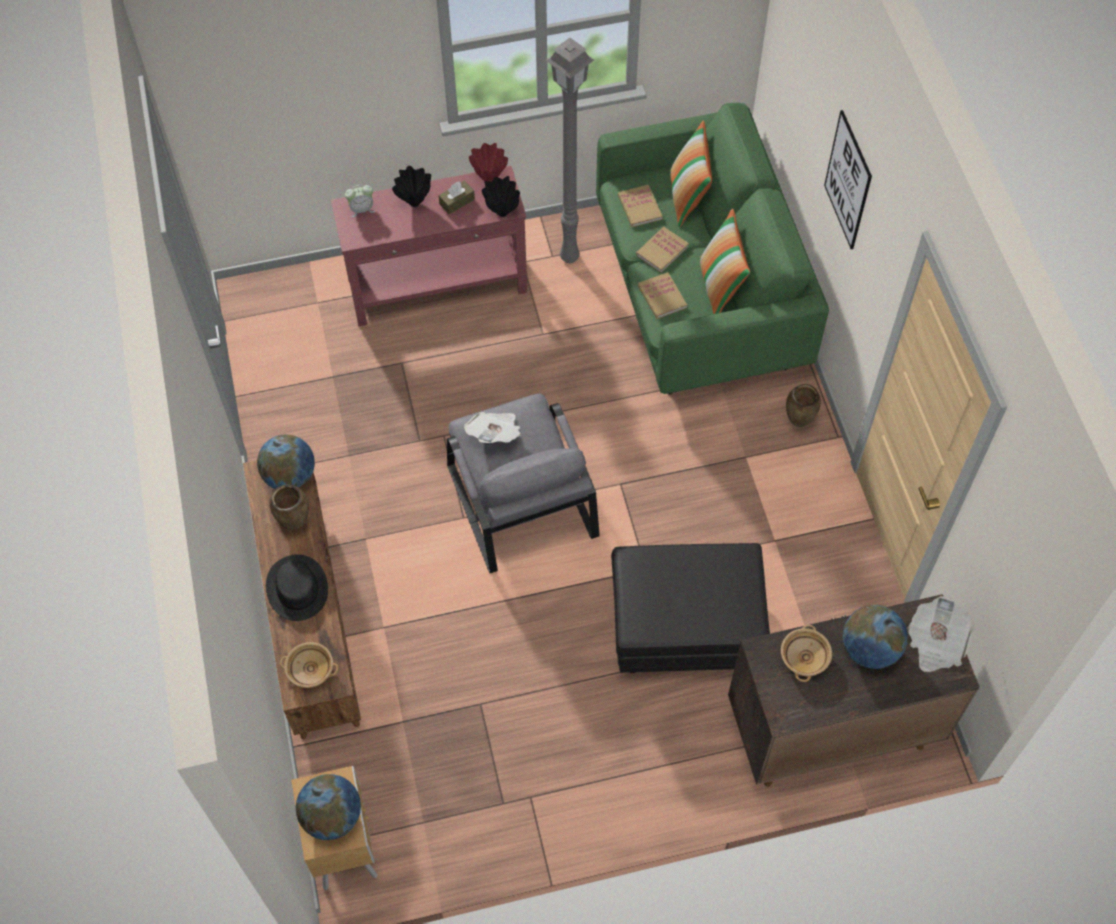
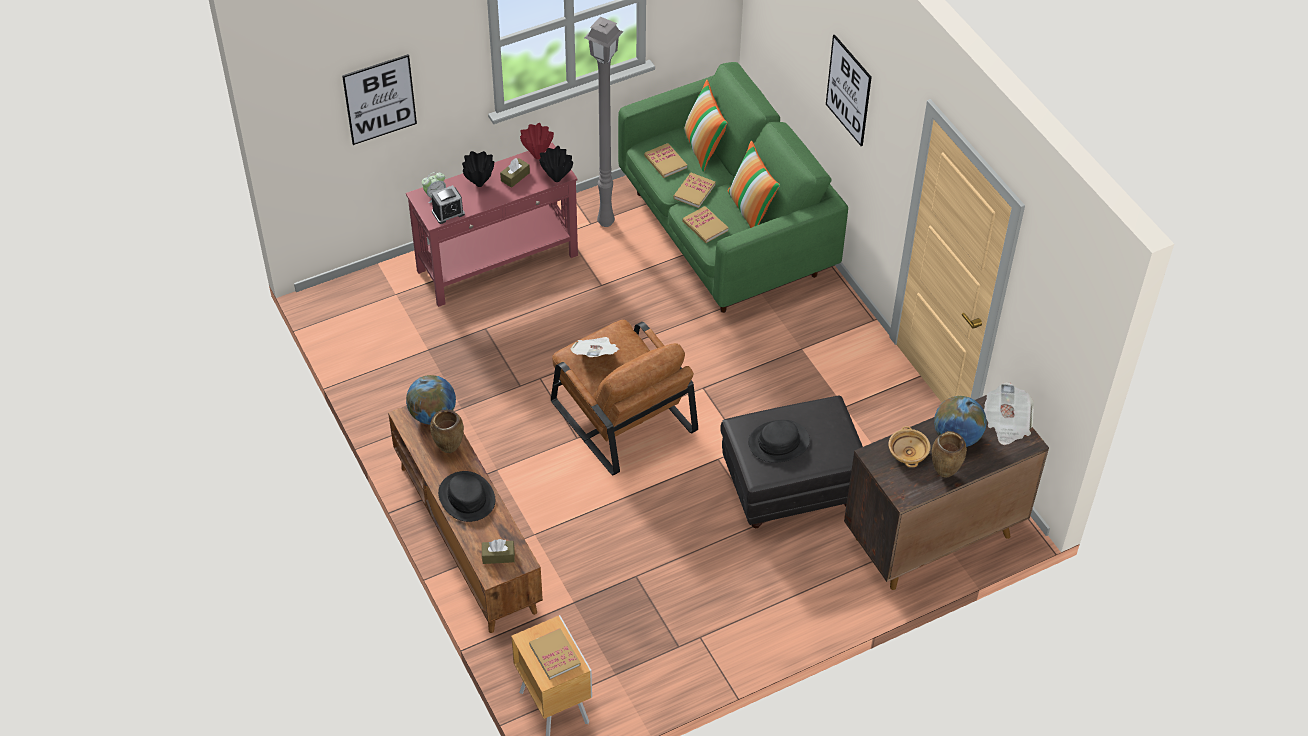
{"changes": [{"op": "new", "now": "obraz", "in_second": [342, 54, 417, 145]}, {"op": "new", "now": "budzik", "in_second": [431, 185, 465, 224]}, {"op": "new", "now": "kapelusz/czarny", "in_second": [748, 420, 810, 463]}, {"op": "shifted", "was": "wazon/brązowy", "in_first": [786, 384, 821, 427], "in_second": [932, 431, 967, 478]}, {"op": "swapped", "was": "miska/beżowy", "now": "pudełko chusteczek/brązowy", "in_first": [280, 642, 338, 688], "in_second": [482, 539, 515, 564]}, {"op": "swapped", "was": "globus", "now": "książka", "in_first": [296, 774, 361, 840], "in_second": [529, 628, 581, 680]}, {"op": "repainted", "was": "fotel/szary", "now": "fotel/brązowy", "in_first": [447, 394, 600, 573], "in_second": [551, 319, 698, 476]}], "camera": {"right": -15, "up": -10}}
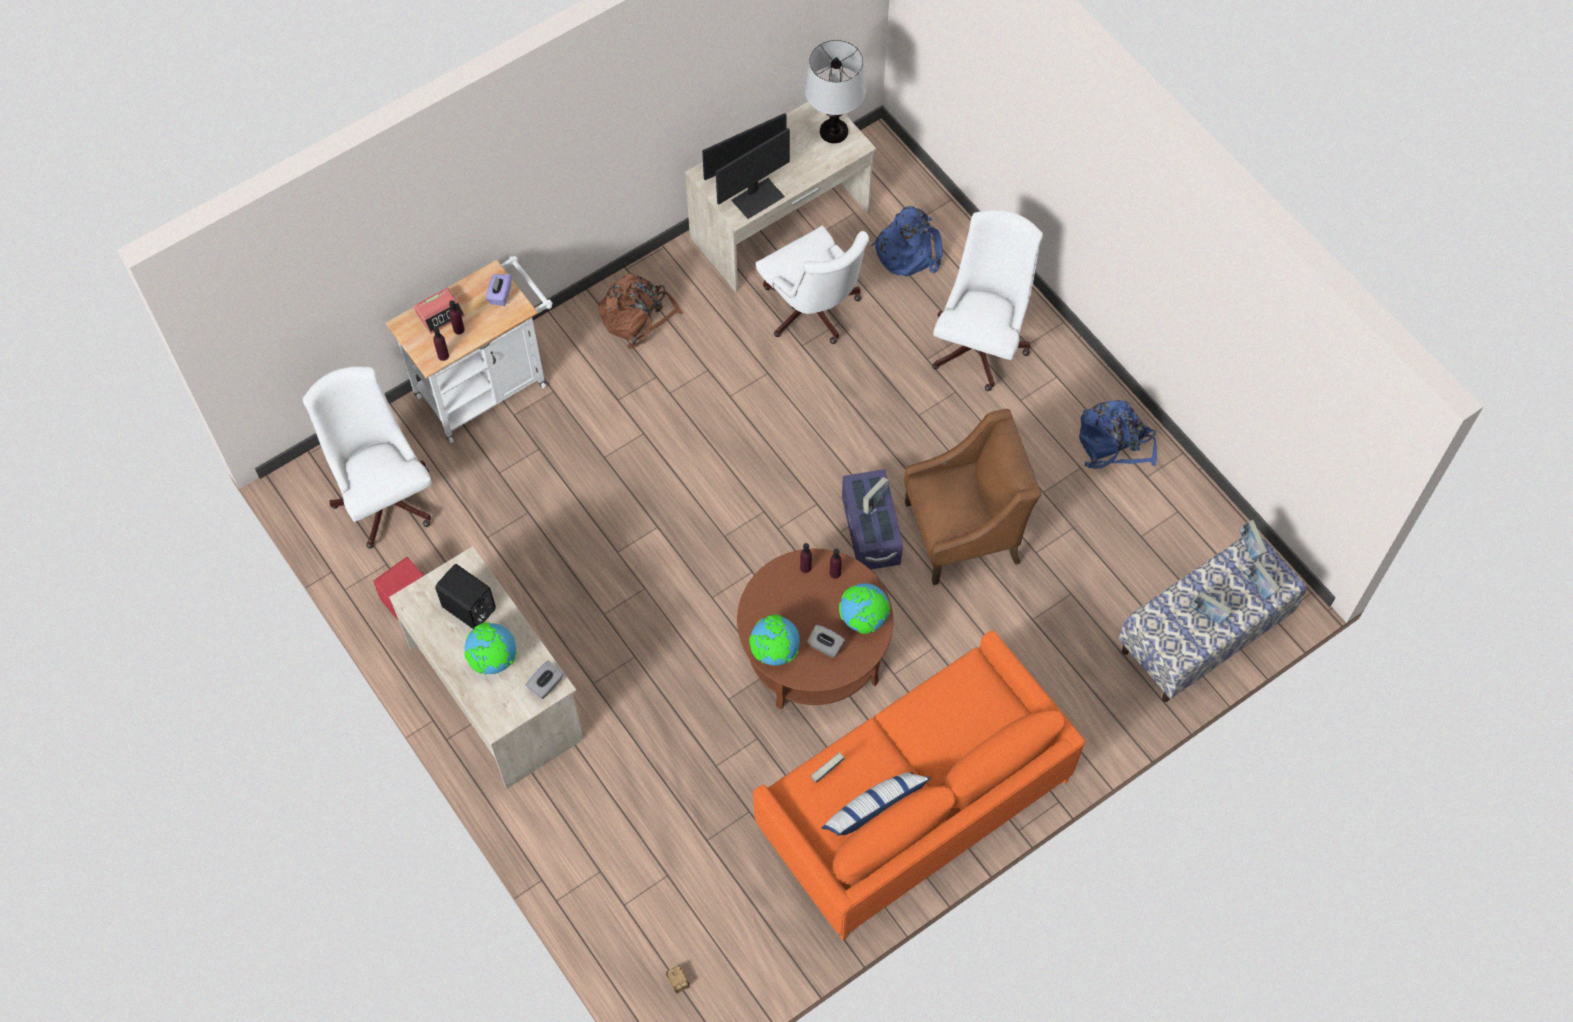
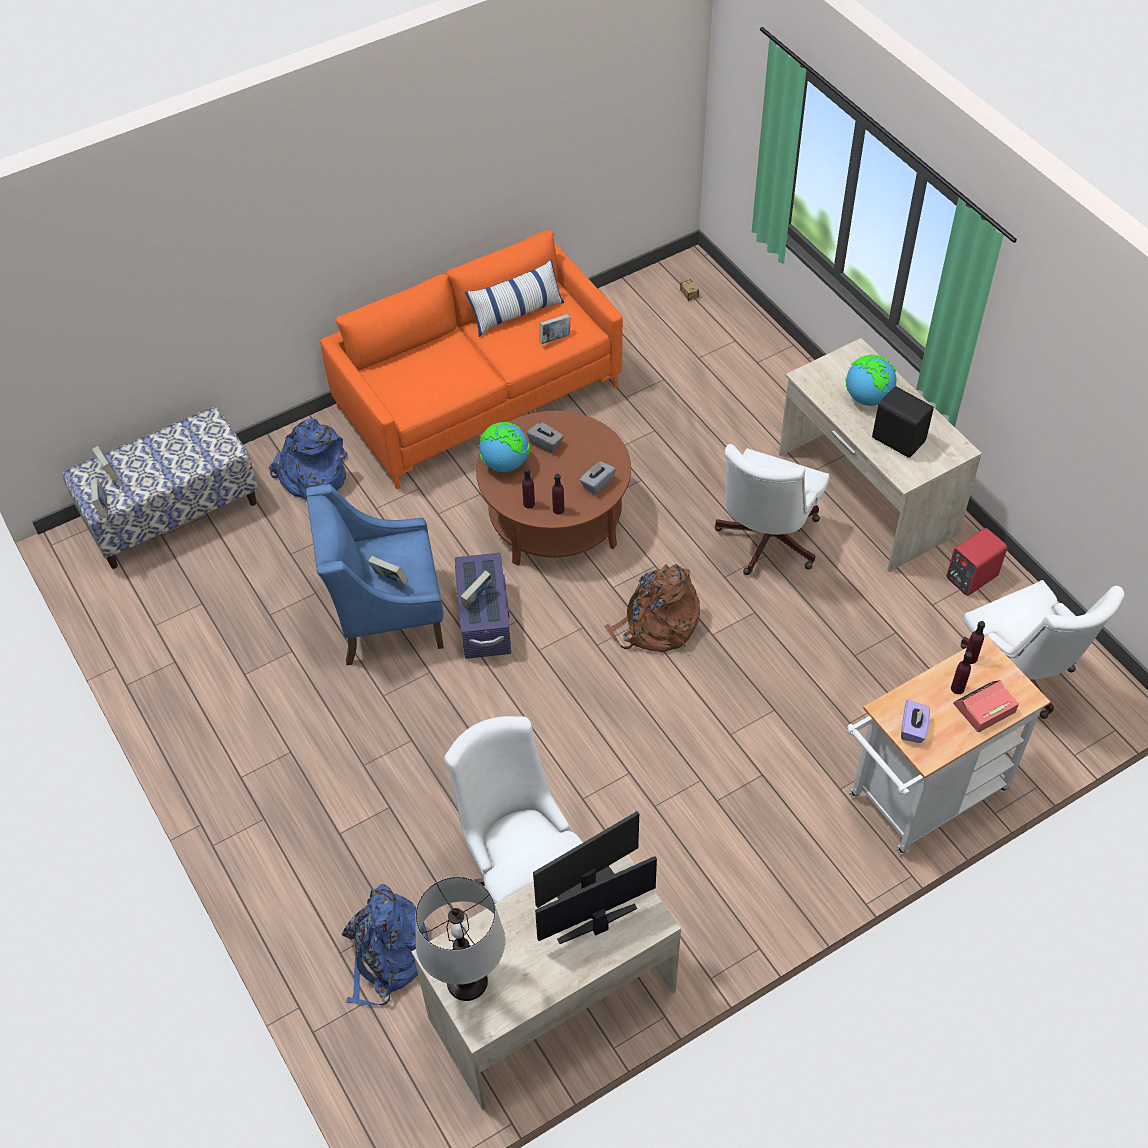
{"changes": [{"op": "gone", "was": "globus", "in_first": [749, 615, 800, 666]}, {"op": "shifted", "was": "pudełko chusteczek/szary", "in_first": [526, 660, 564, 699], "in_second": [580, 462, 616, 495]}, {"op": "shifted", "was": "plecak/brązowy", "in_first": [598, 273, 683, 349], "in_second": [605, 564, 700, 653]}, {"op": "shifted", "was": "krzesło biurowe/biały", "in_first": [932, 210, 1043, 391], "in_second": [715, 444, 830, 575]}, {"op": "shifted", "was": "plecak/niebieski", "in_first": [1079, 400, 1157, 469], "in_second": [268, 418, 347, 499]}, {"op": "shifted", "was": "książka", "in_first": [1190, 591, 1232, 625], "in_second": [368, 556, 408, 585]}, {"op": "repainted", "was": "fotel/brązowy", "now": "fotel/niebieski", "in_first": [904, 409, 1041, 585], "in_second": [306, 484, 444, 665]}], "camera": {"right": -175, "up": -10}}
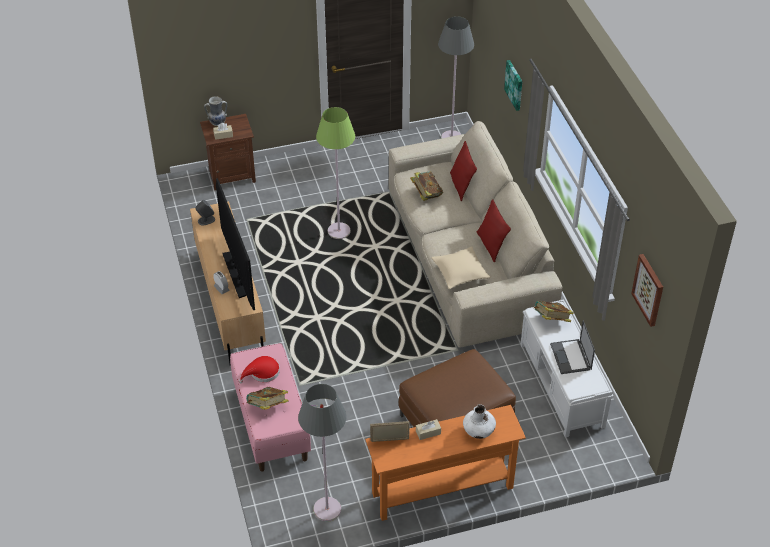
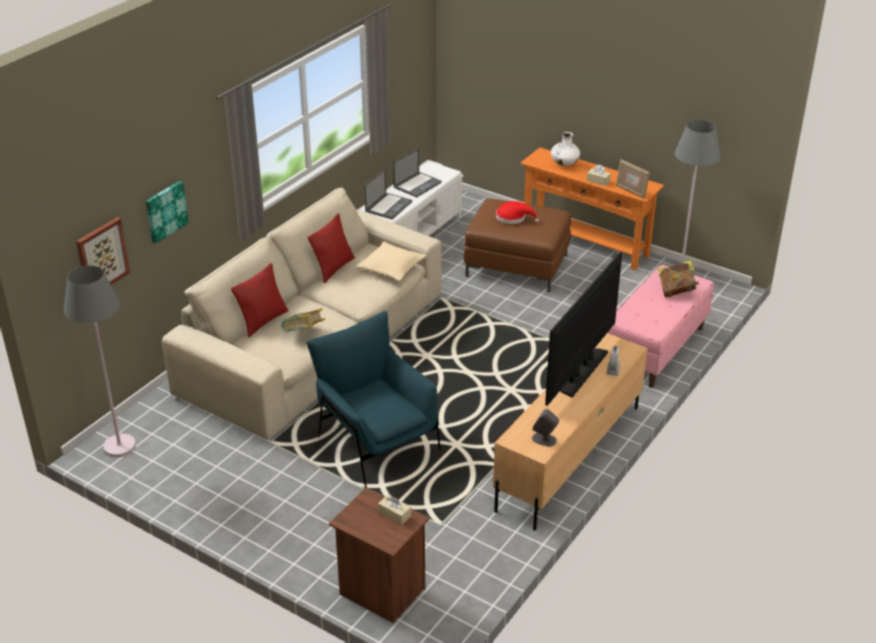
{"changes": [{"op": "gone", "was": "wazon", "in_first": [204, 96, 227, 127]}, {"op": "shifted", "was": "kapelusz/czerwony", "in_first": [239, 356, 280, 383], "in_second": [496, 201, 539, 224]}, {"op": "shifted", "was": "obraz", "in_first": [631, 254, 663, 327], "in_second": [76, 217, 130, 285]}, {"op": "swapped", "was": "lampa stojąca/zielony", "now": "fotel/niebieski", "in_first": [316, 107, 355, 239], "in_second": [306, 311, 441, 488]}, {"op": "swapped", "was": "książka", "now": "laptop", "in_first": [534, 301, 574, 322], "in_second": [364, 169, 412, 219]}], "camera": {"right": -130, "up": -10}}
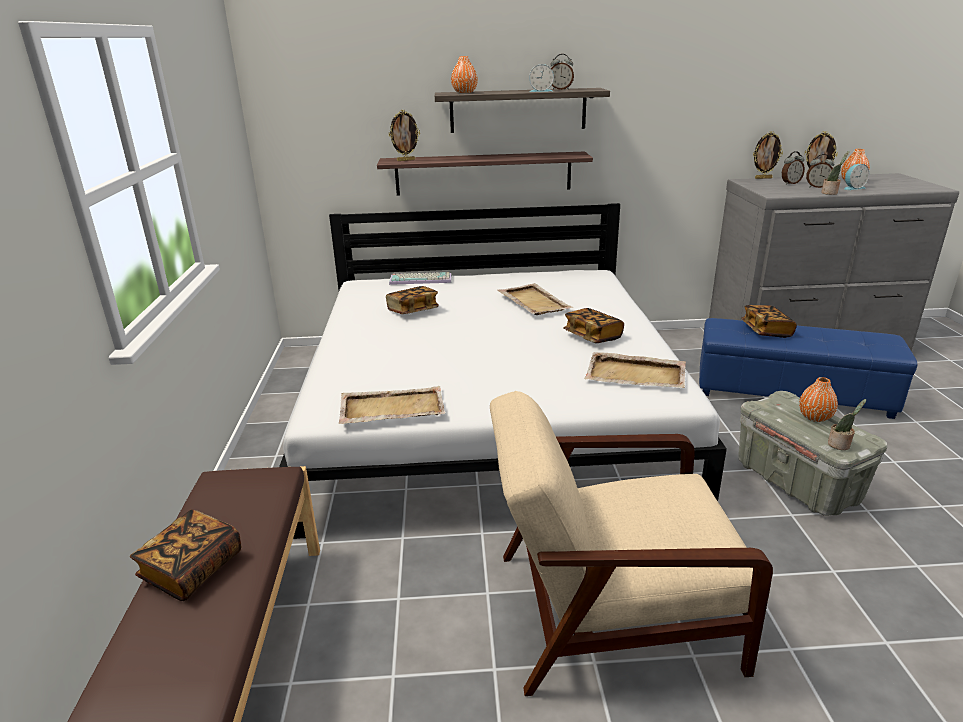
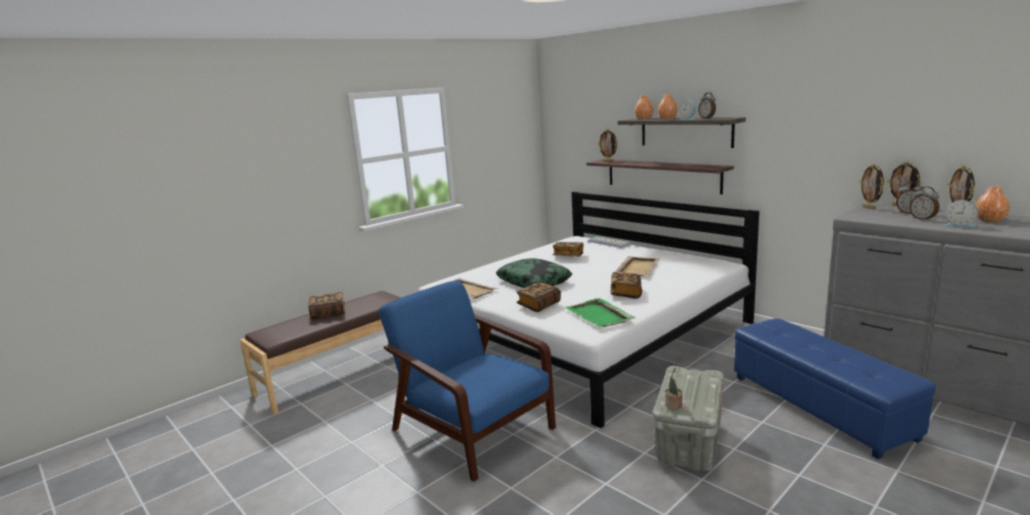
{"changes": [{"op": "gone", "was": "roślina doniczkowa", "in_first": [821, 151, 849, 195]}, {"op": "new", "now": "poduszka", "in_second": [496, 258, 572, 288]}, {"op": "new", "now": "ramka na zdjęcie", "in_second": [859, 163, 884, 210]}, {"op": "shifted", "was": "książka", "in_first": [741, 305, 797, 338], "in_second": [517, 282, 561, 312]}, {"op": "shifted", "was": "wazon/pomarańczowy", "in_first": [799, 377, 838, 422], "in_second": [658, 94, 678, 120]}, {"op": "repainted", "was": "fotel/beżowy", "now": "fotel/niebieski", "in_first": [490, 391, 773, 696], "in_second": [379, 280, 556, 482]}, {"op": "repainted", "was": "taca/beżowy", "now": "taca/zielony", "in_first": [584, 352, 686, 388], "in_second": [565, 298, 635, 327]}], "camera": {"right": 50, "up": -10}}
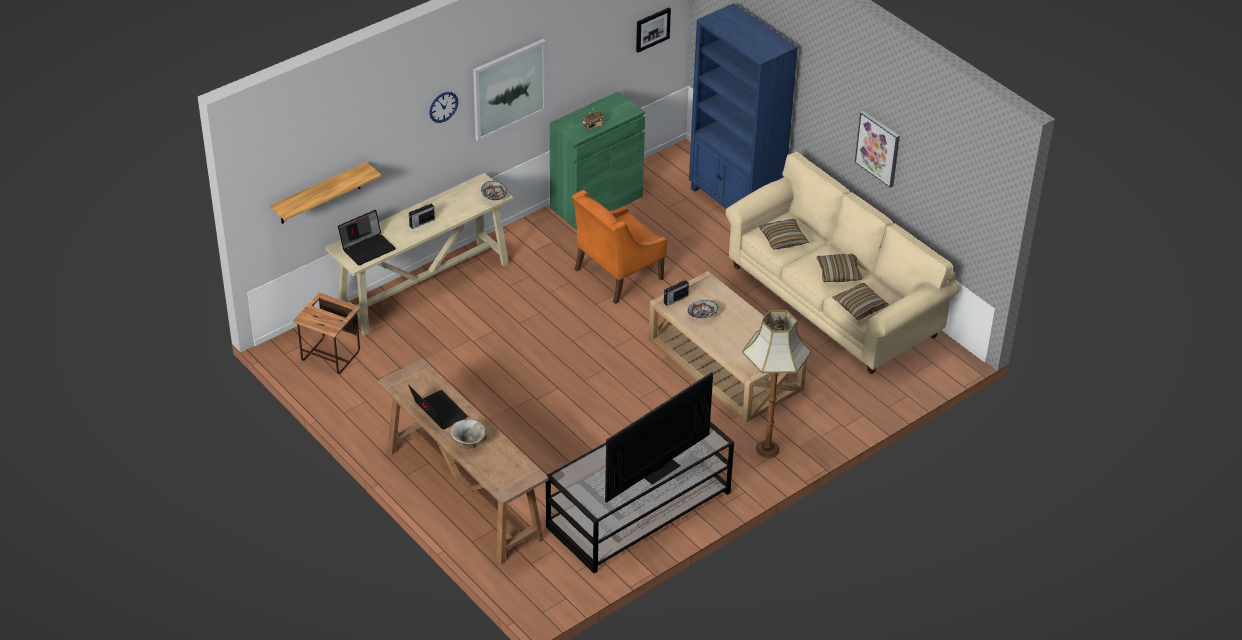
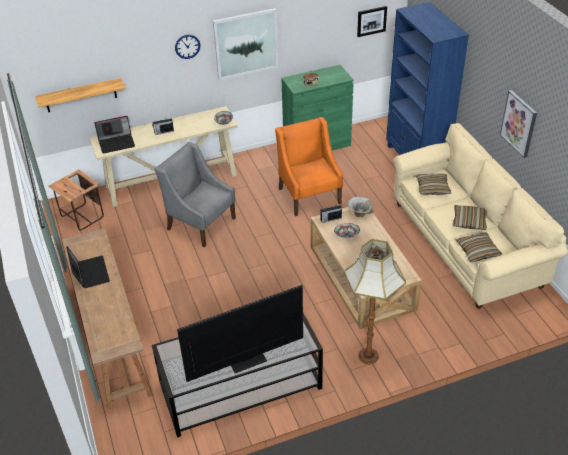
{"changes": [{"op": "new", "now": "fotel/szary", "in_second": [154, 142, 236, 247]}, {"op": "shifted", "was": "miska", "in_first": [451, 419, 487, 449], "in_second": [348, 197, 374, 217]}, {"op": "rotated", "was": "fotel/pomarańczowy", "in_first": [572, 190, 667, 304], "in_second": [275, 117, 343, 216], "clockwise": 90}], "camera": {"right": 20, "up": 0}}
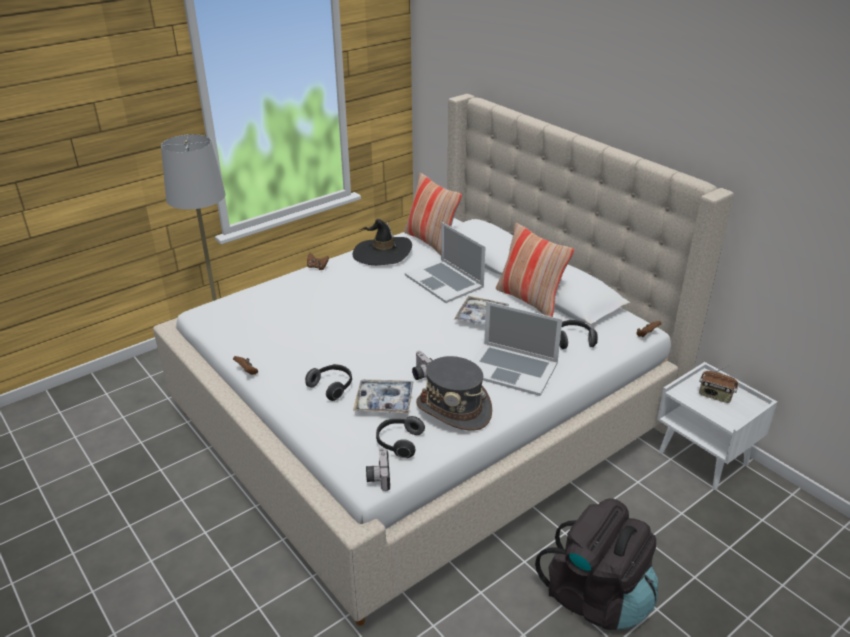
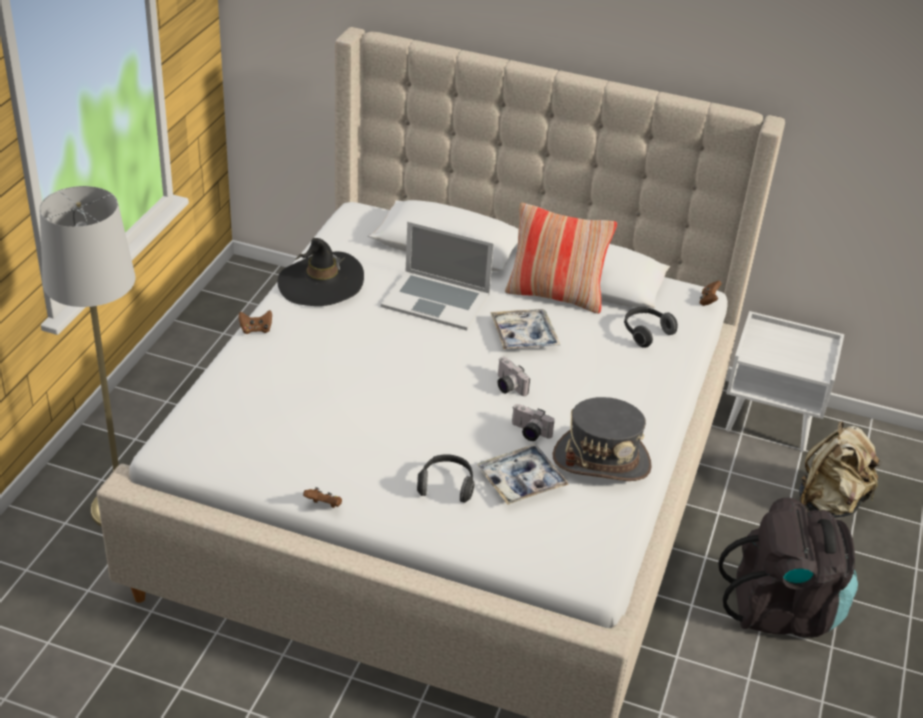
{"changes": [{"op": "gone", "was": "słuchawki", "in_first": [376, 416, 425, 458]}, {"op": "gone", "was": "poduszka", "in_first": [404, 173, 462, 255]}, {"op": "gone", "was": "laptop", "in_first": [472, 301, 562, 396]}, {"op": "gone", "was": "radio", "in_first": [699, 365, 738, 403]}, {"op": "new", "now": "plecak/beżowy", "in_second": [799, 421, 882, 518]}, {"op": "shifted", "was": "aparat fotograficzny", "in_first": [366, 448, 390, 491], "in_second": [498, 357, 530, 396]}], "camera": {"right": -35, "up": 5}}
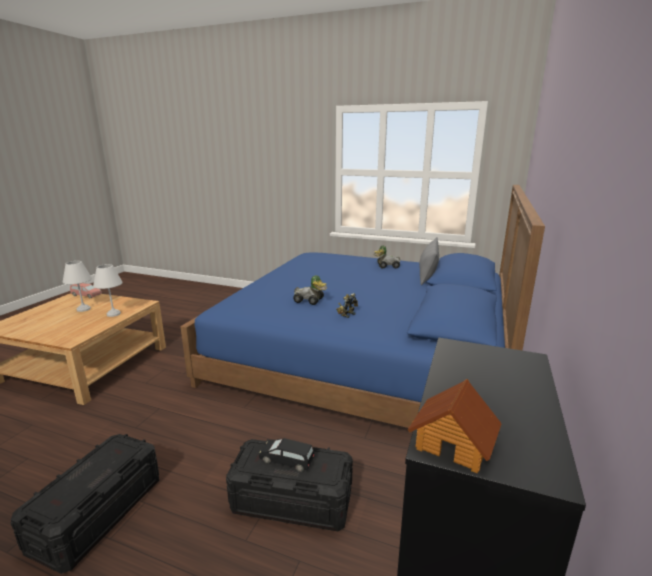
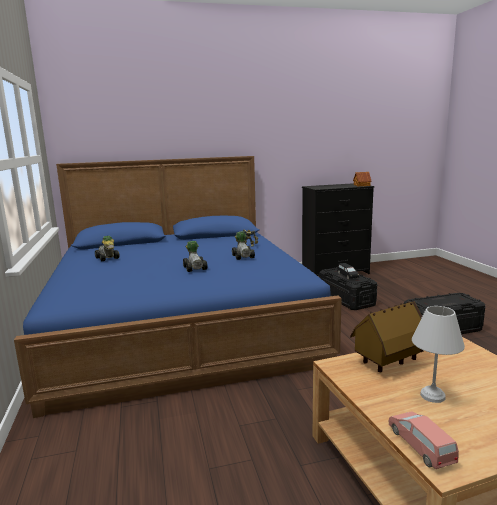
{"changes": [{"op": "gone", "was": "poduszka/szary", "in_first": [419, 237, 439, 285]}, {"op": "new", "now": "samochodzik", "in_second": [183, 241, 208, 272]}, {"op": "swapped", "was": "lampa stołowa/biały", "now": "domek", "in_first": [93, 264, 123, 317], "in_second": [350, 301, 423, 372]}], "camera": {"right": -125, "up": -5}}
